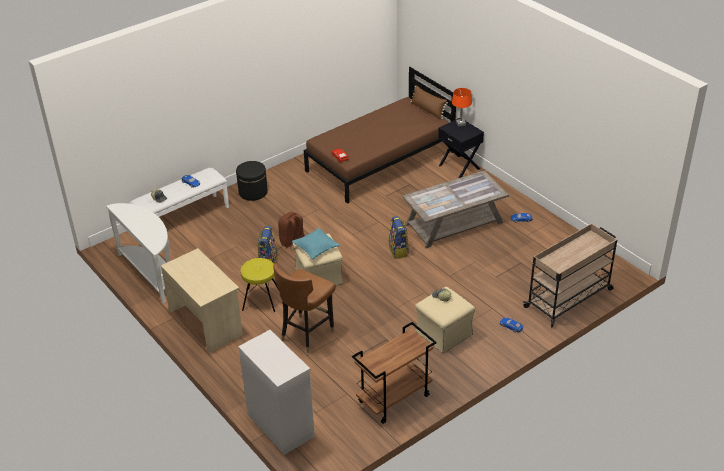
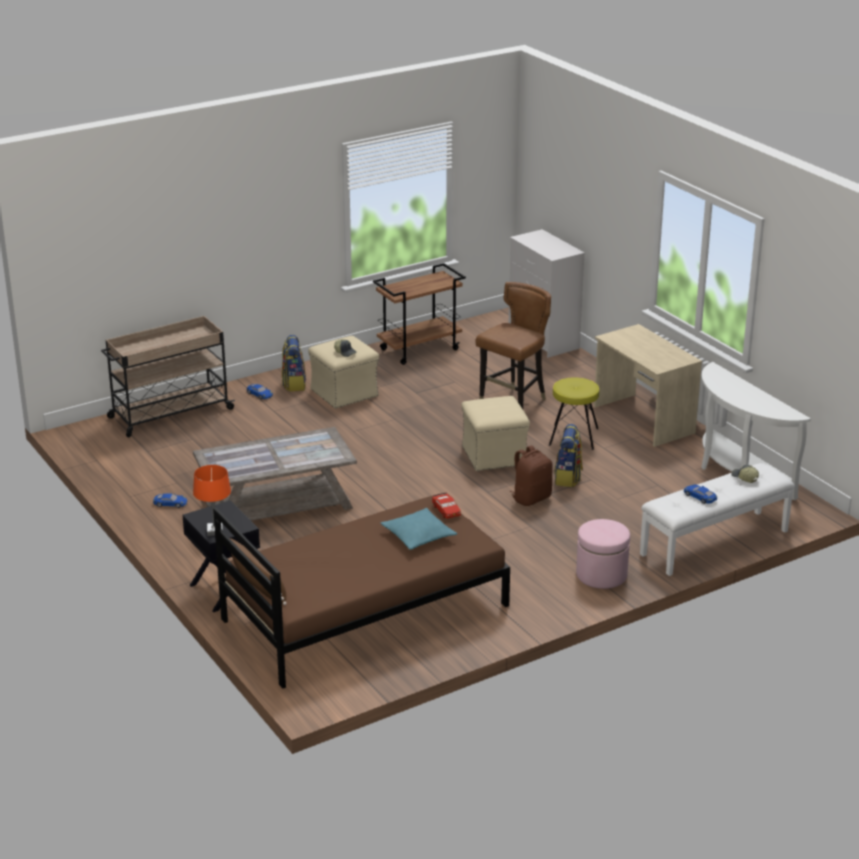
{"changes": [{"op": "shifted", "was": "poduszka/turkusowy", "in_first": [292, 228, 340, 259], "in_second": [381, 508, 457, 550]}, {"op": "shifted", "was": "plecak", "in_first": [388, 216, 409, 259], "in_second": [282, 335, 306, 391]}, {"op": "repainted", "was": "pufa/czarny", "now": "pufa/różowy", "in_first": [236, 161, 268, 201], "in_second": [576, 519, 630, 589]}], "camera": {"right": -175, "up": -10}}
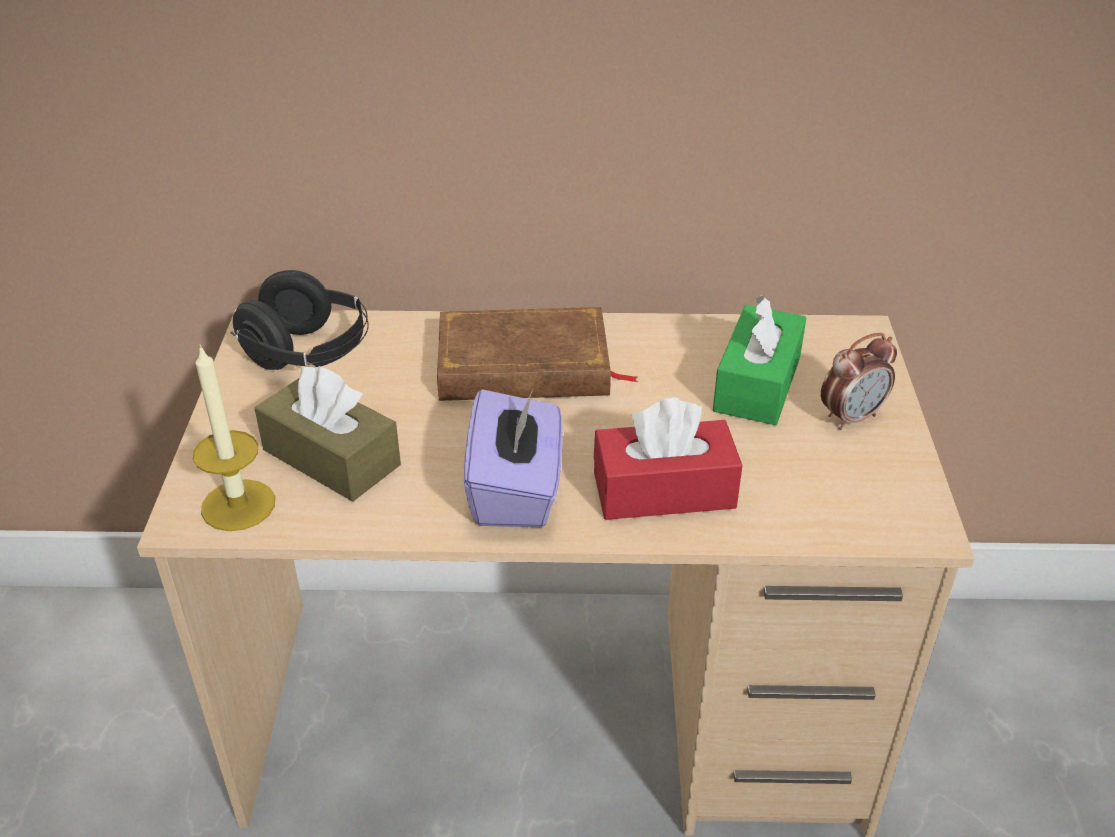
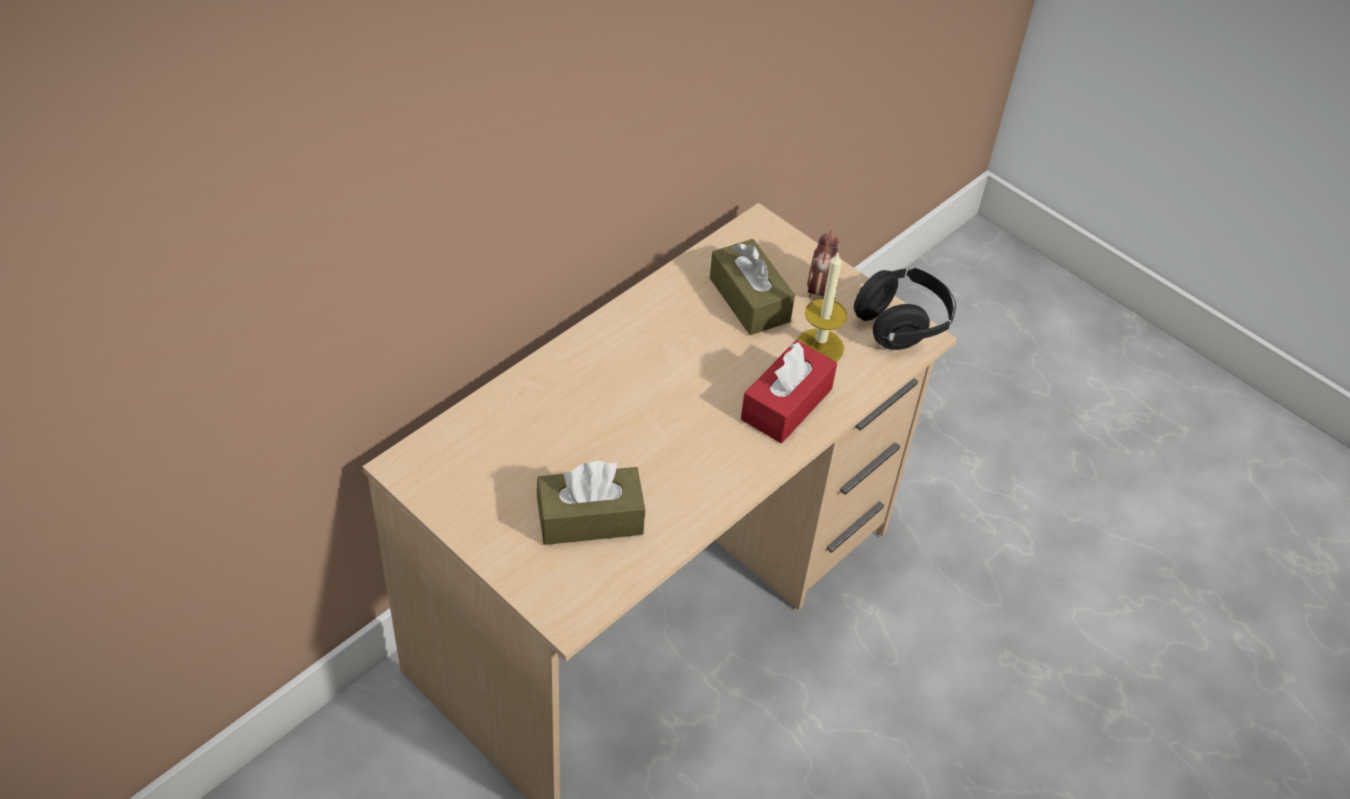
{"changes": [{"op": "gone", "was": "książka/brązowy", "in_first": [437, 307, 638, 401]}, {"op": "gone", "was": "pudełko chusteczek/fioletowy", "in_first": [464, 389, 563, 527]}, {"op": "shifted", "was": "świeca", "in_first": [192, 345, 275, 531], "in_second": [797, 253, 847, 362]}, {"op": "shifted", "was": "słuchawki/czarny", "in_first": [231, 270, 369, 370], "in_second": [854, 268, 956, 350]}, {"op": "repainted", "was": "pudełko chusteczek/zielony", "now": "pudełko chusteczek/brązowy", "in_first": [713, 295, 807, 425], "in_second": [710, 239, 795, 335]}], "camera": {"right": -50, "up": 10}}
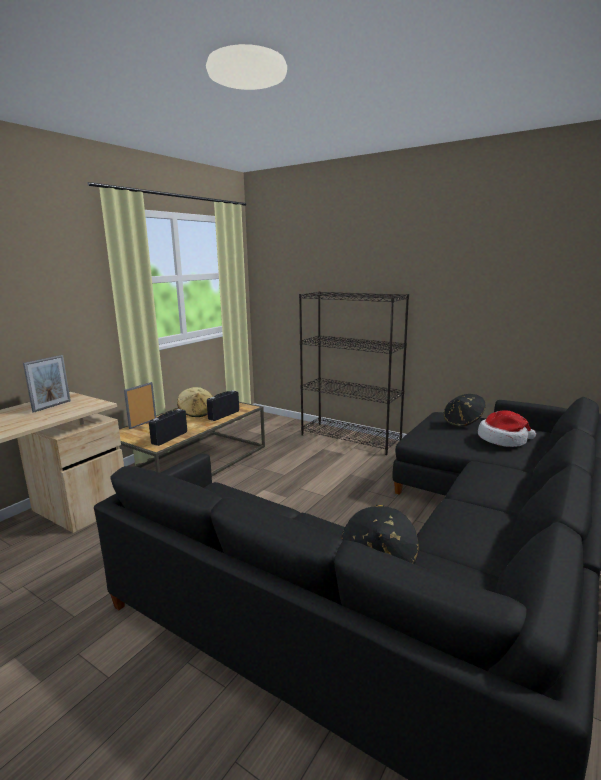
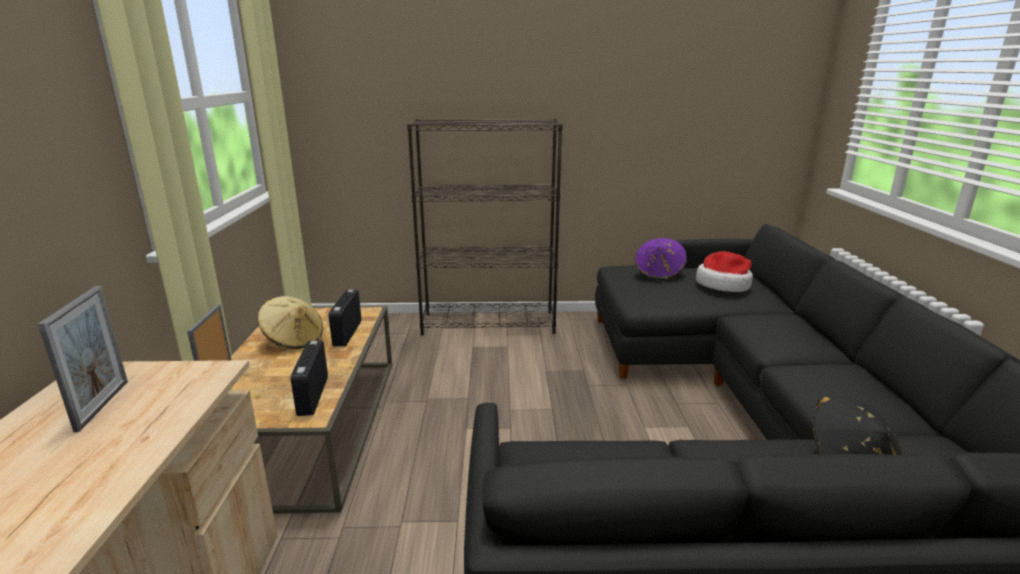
{"changes": [{"op": "repainted", "was": "kapelusz/czarny", "now": "kapelusz/fioletowy", "in_first": [444, 394, 486, 427], "in_second": [635, 238, 687, 280]}], "camera": {"right": -35, "up": 5}}
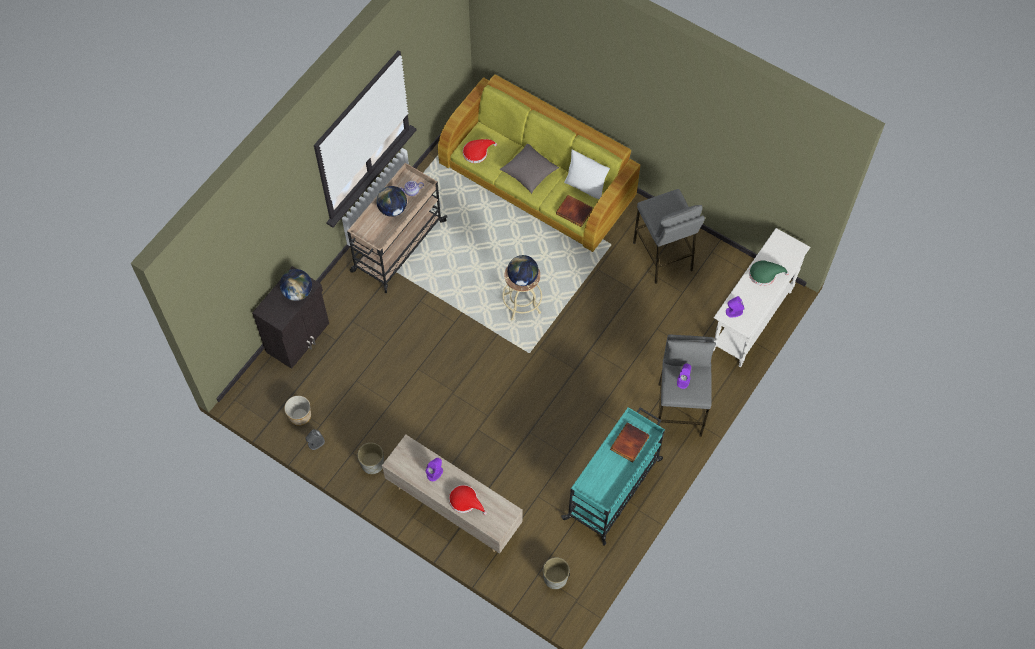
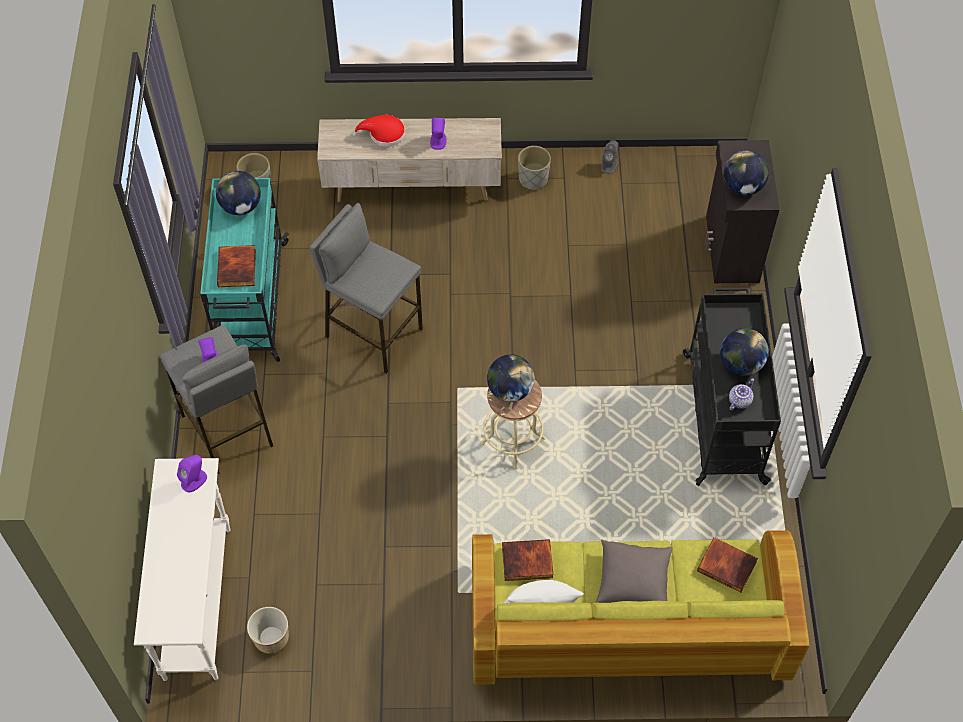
{"changes": [{"op": "gone", "was": "kapelusz/zielony", "in_first": [749, 260, 789, 286]}, {"op": "new", "now": "globus", "in_second": [216, 171, 261, 215]}, {"op": "shifted", "was": "donica", "in_first": [284, 396, 311, 426], "in_second": [247, 607, 289, 654]}, {"op": "shifted", "was": "stołek/szary", "in_first": [633, 189, 705, 284], "in_second": [309, 203, 423, 374]}, {"op": "swapped", "was": "kapelusz/czerwony", "now": "książka", "in_first": [463, 139, 497, 163], "in_second": [697, 537, 758, 593]}, {"op": "repainted", "was": "wózek/beżowy", "now": "wózek/czarny", "in_first": [347, 163, 447, 293], "in_second": [683, 288, 781, 486]}], "camera": {"right": 145, "up": -5}}
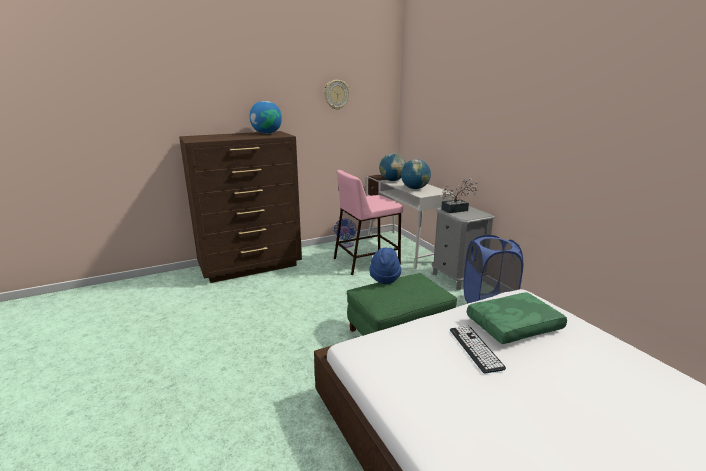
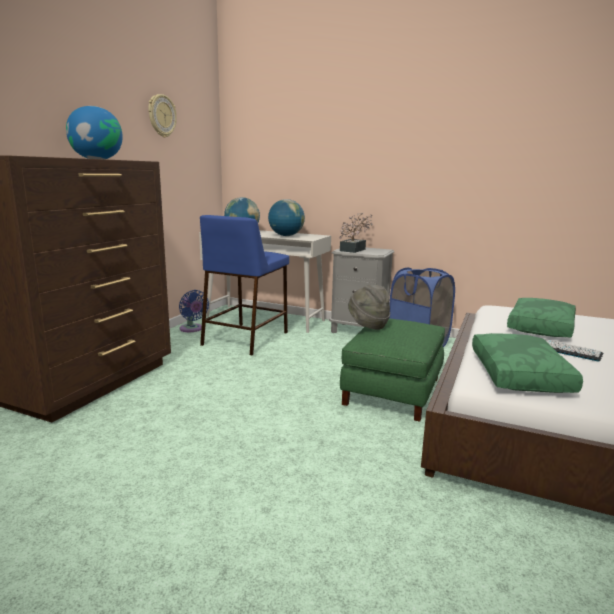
{"changes": [{"op": "new", "now": "poduszka/zielony", "in_second": [472, 333, 583, 393]}, {"op": "repainted", "was": "stołek/różowy", "now": "stołek/niebieski", "in_first": [334, 170, 403, 275], "in_second": [200, 215, 289, 355]}, {"op": "repainted", "was": "kapelusz/niebieski", "now": "kapelusz/szary", "in_first": [370, 247, 401, 284], "in_second": [348, 284, 390, 330]}], "camera": {"right": -40, "up": -5}}
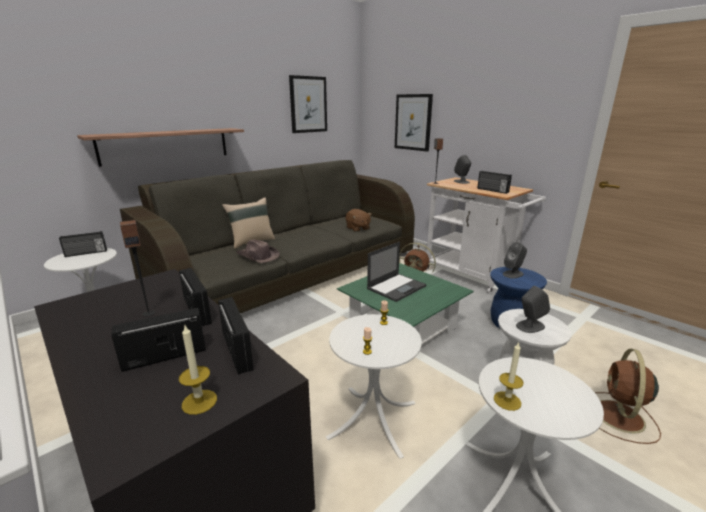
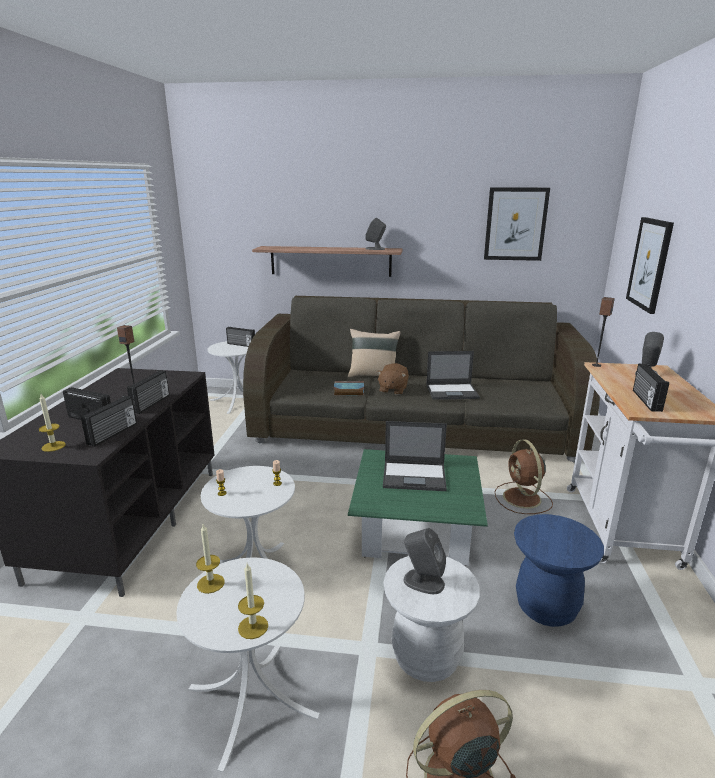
{"changes": [{"op": "new", "now": "świeca", "in_second": [238, 563, 268, 639]}, {"op": "new", "now": "laptop", "in_second": [426, 351, 480, 400]}, {"op": "shifted", "was": "pluszak/brązowy", "in_first": [345, 209, 372, 232], "in_second": [377, 363, 409, 395]}, {"op": "shifted", "was": "głośnik/szary", "in_first": [502, 242, 527, 279], "in_second": [365, 218, 386, 250]}, {"op": "swapped", "was": "kapelusz/brązowy", "now": "książka", "in_first": [236, 239, 280, 263], "in_second": [334, 381, 364, 395]}], "camera": {"right": 50, "up": 0}}
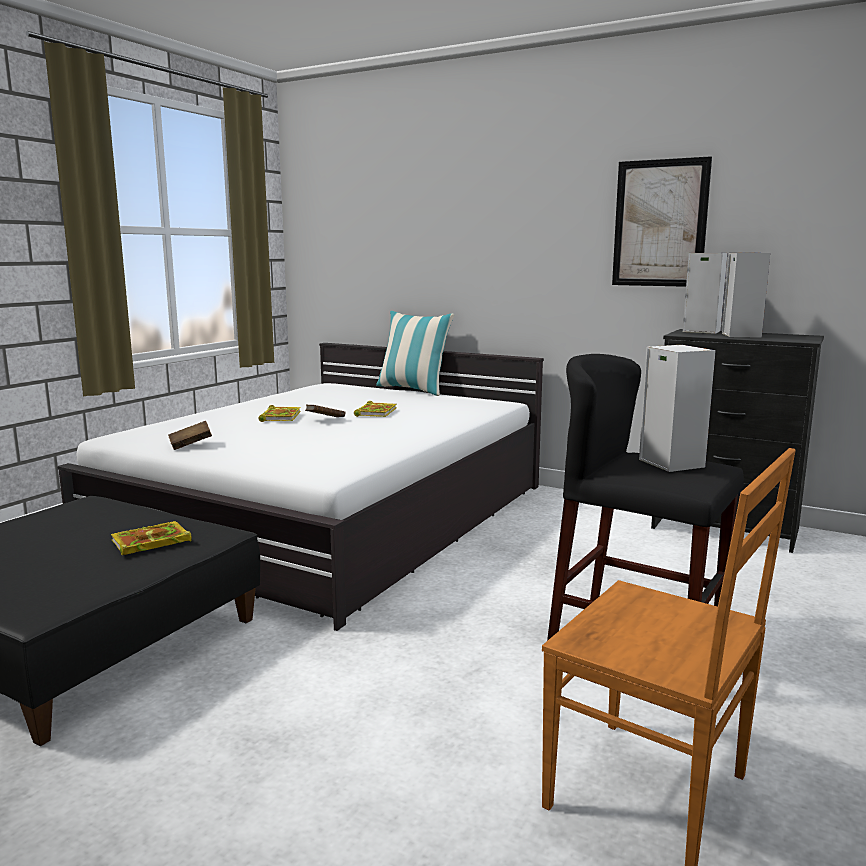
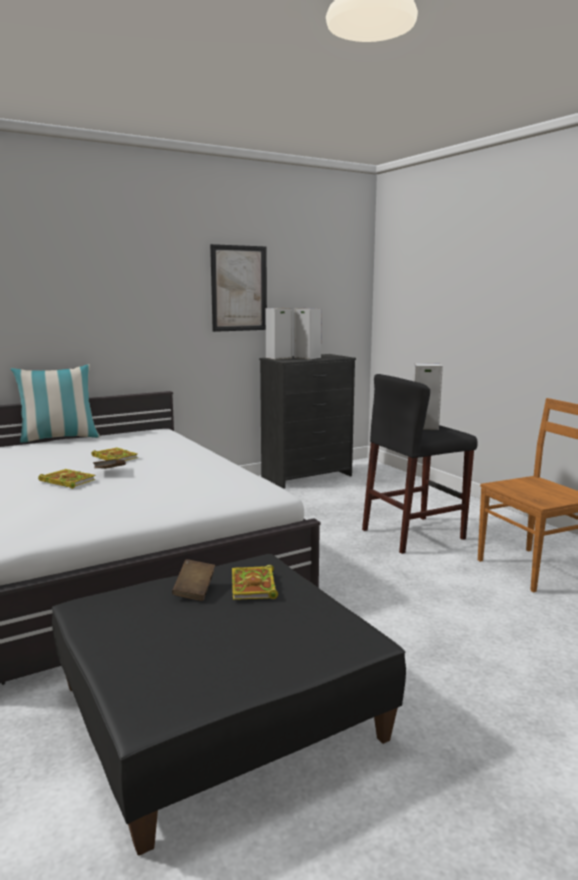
{"changes": [{"op": "shifted", "was": "książka/brązowy", "in_first": [168, 421, 212, 450], "in_second": [172, 559, 215, 601]}], "camera": {"right": -60, "up": 0}}
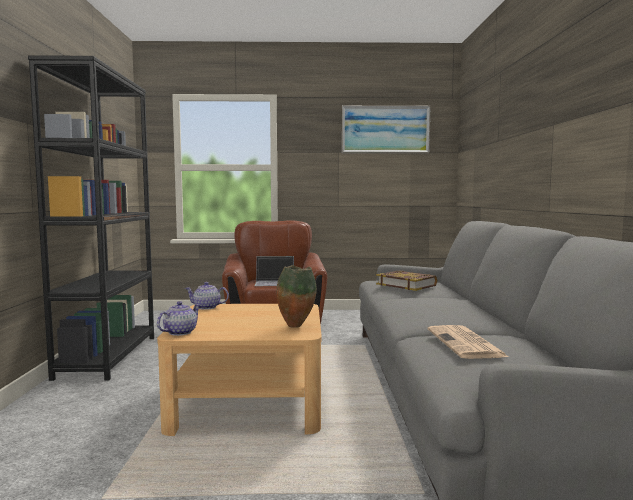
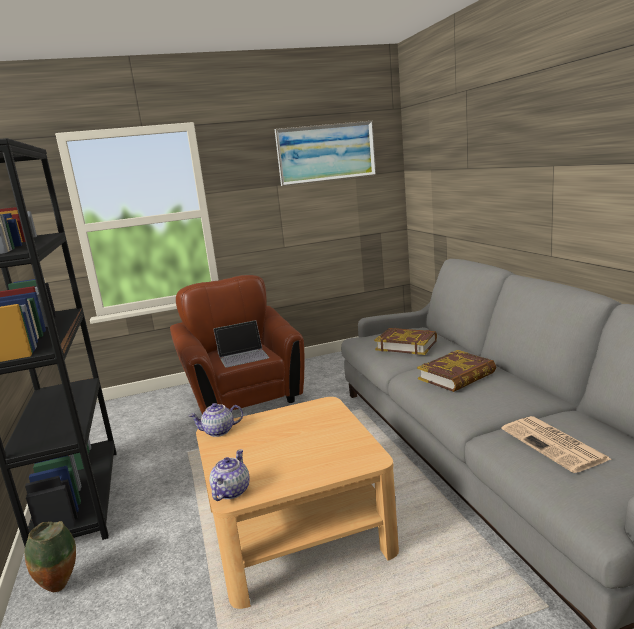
{"changes": [{"op": "new", "now": "książka", "in_second": [417, 350, 496, 392]}, {"op": "shifted", "was": "wazon", "in_first": [277, 265, 317, 328], "in_second": [24, 521, 76, 592]}], "camera": {"right": -15, "up": 10}}
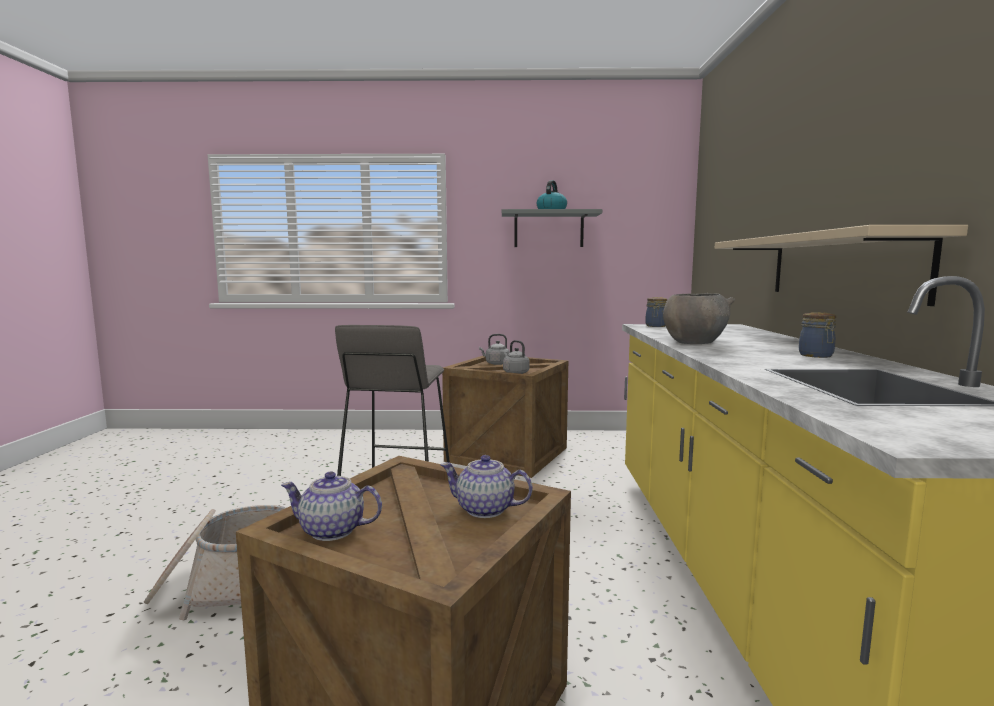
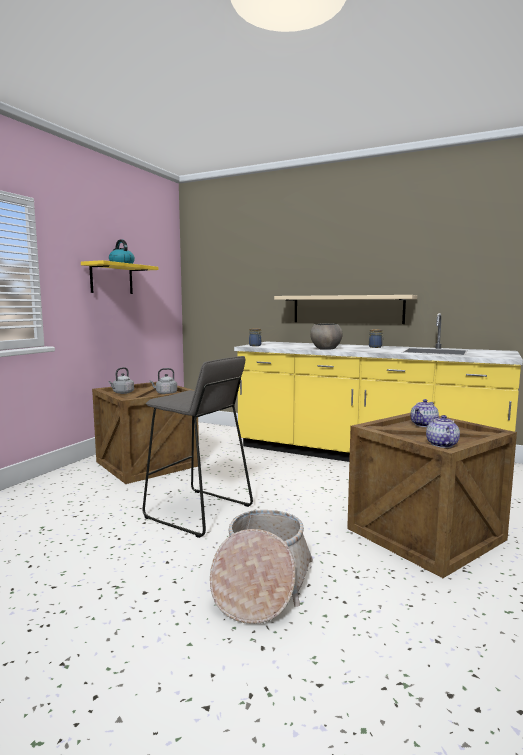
{"changes": [{"op": "repainted", "was": "półka/szary", "now": "półka/żółty", "in_first": [502, 209, 602, 247], "in_second": [81, 260, 158, 294]}, {"op": "rotated", "was": "imbryk", "in_first": [281, 471, 382, 541], "in_second": [426, 415, 460, 448], "clockwise": 150}], "camera": {"right": -65, "up": 0}}
